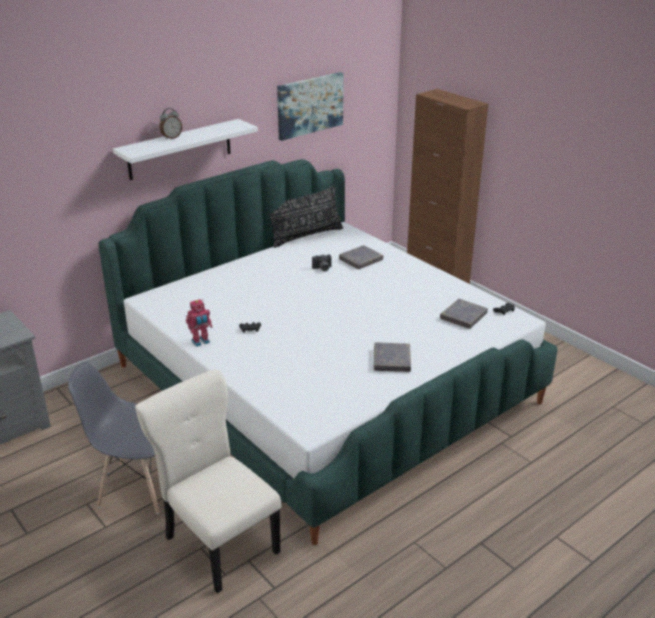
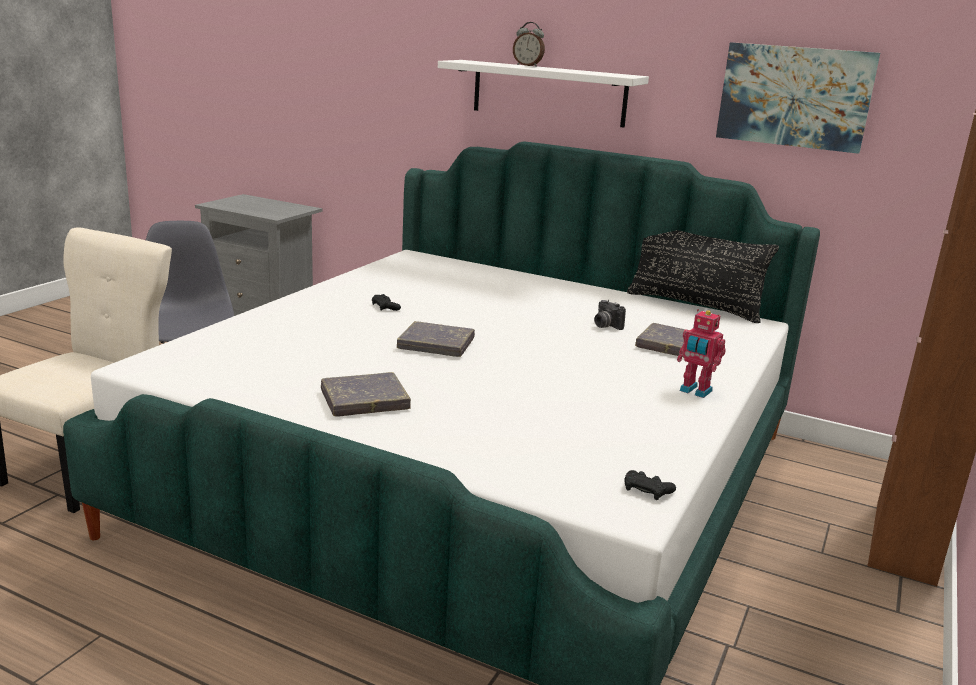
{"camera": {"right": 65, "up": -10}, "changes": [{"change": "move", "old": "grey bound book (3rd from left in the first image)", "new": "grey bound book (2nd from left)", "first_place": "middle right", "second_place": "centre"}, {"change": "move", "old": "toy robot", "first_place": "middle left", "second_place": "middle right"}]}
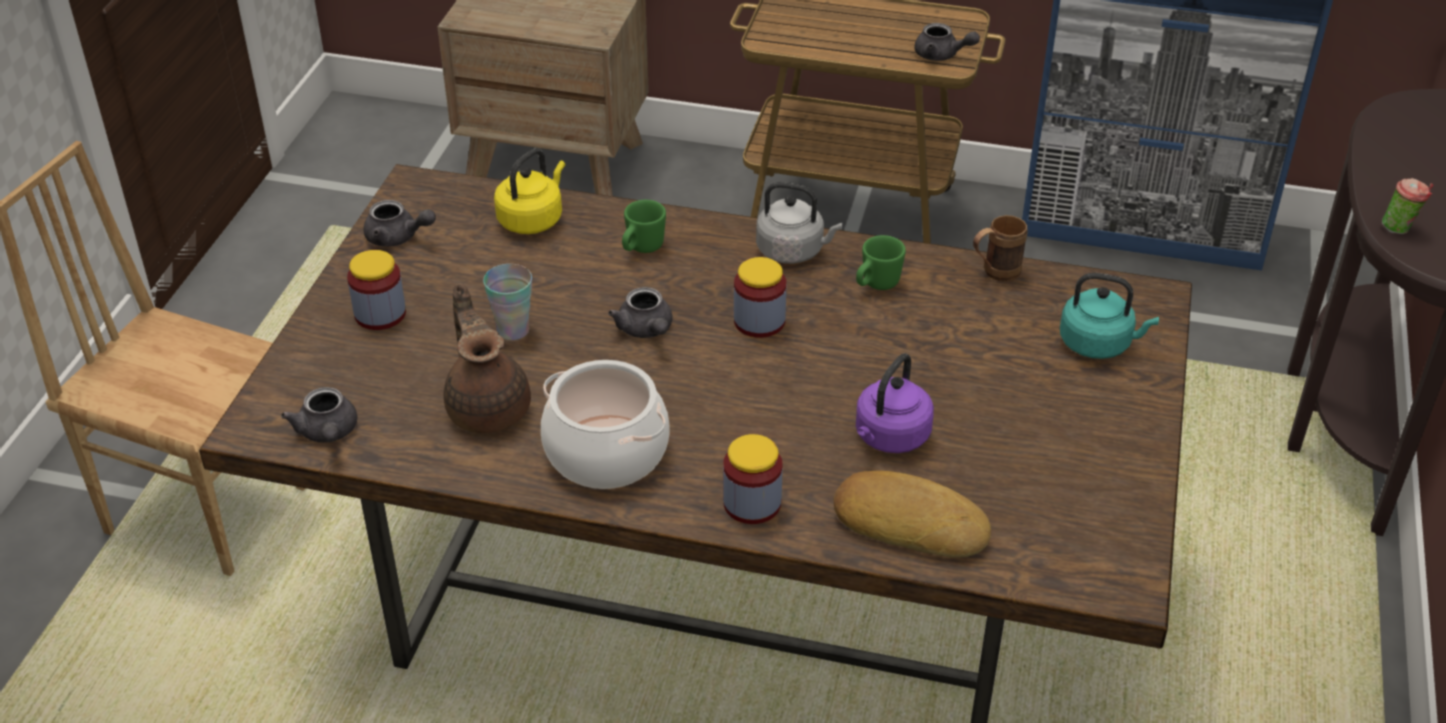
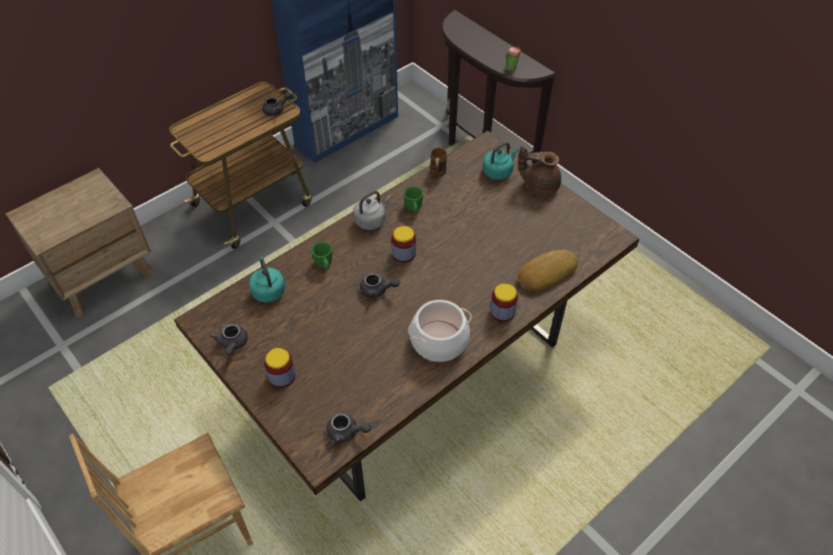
{"camera": {"right": -55, "up": 10}, "changes": [{"change": "rotate", "old": "grey tea pot (2nd from left in the first image)", "first_place": "top left", "second_place": "middle left", "degrees": 120}, {"change": "recolor", "old": "yellow-coloured tea kettle", "new": "turquoise tea kettle (1st from left)", "first_place": "top centre", "second_place": "middle left"}, {"change": "move", "old": "brown tea pot", "first_place": "centre", "second_place": "top centre"}, {"change": "delete", "old": "cup (1st from left)", "first_place": "centre"}, {"change": "delete", "old": "purple-coloured tea kettle", "first_place": "centre"}]}
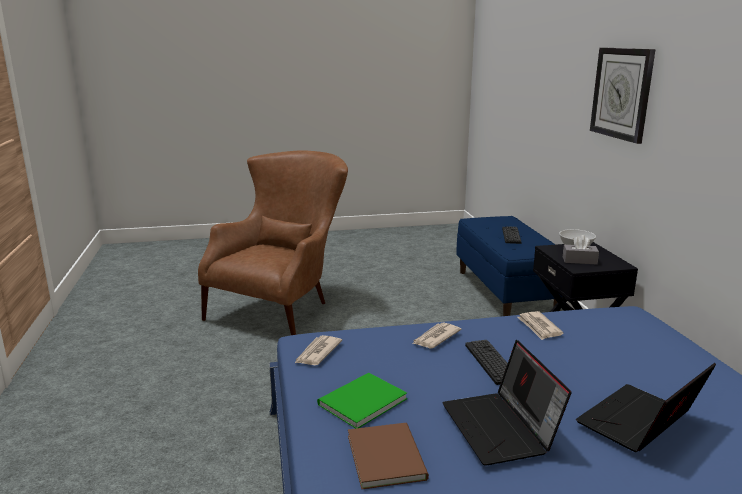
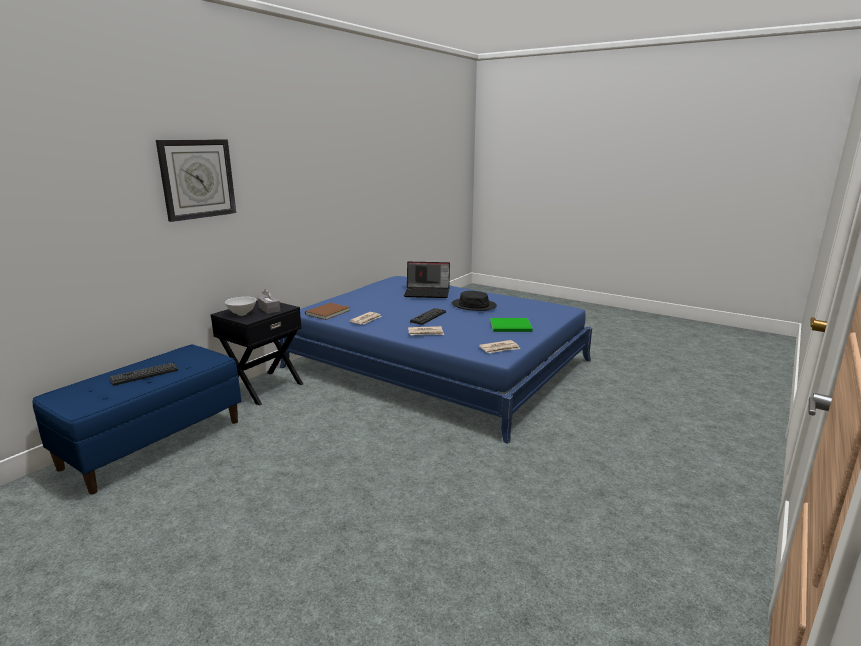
{"camera": {"right": -135, "up": 0}, "changes": [{"change": "move", "old": "brown bound book", "first_place": "bottom centre", "second_place": "centre"}, {"change": "replace", "old": "notebook computer (1st from left)", "new": "black-coloured clothing hat", "first_place": "bottom right", "second_place": "centre"}, {"change": "delete", "old": "brown lounge chair", "first_place": "centre"}]}
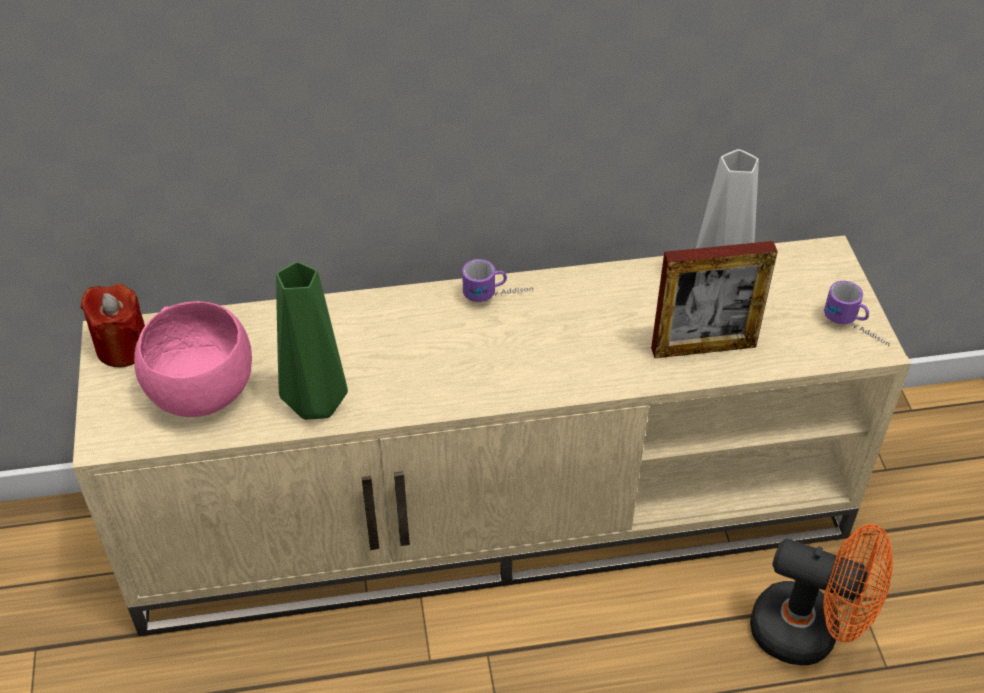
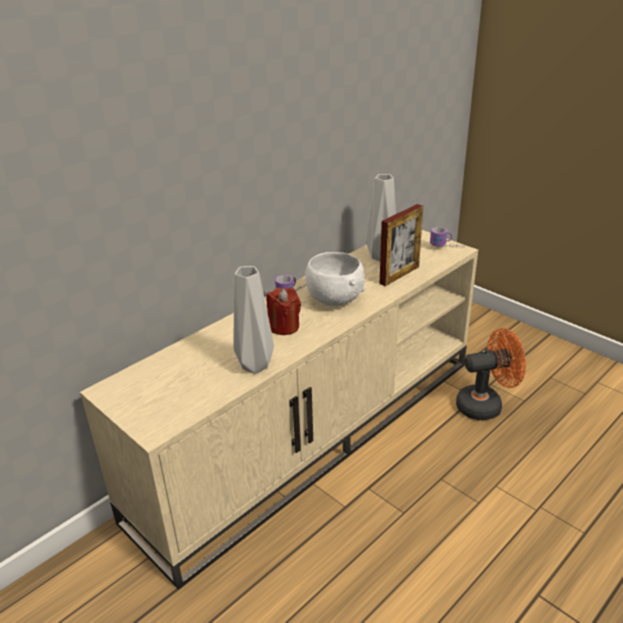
{"camera": {"right": -35, "up": -15}, "changes": [{"change": "recolor", "old": "green vase", "new": "grey vase (1st from left)", "first_place": "middle left", "second_place": "centre"}, {"change": "move", "old": "red-coloured candle", "first_place": "middle left", "second_place": "centre"}, {"change": "insert", "new": "white-coloured serving bowl", "second_place": "centre"}, {"change": "delete", "old": "pink-coloured serving bowl", "first_place": "middle left"}]}
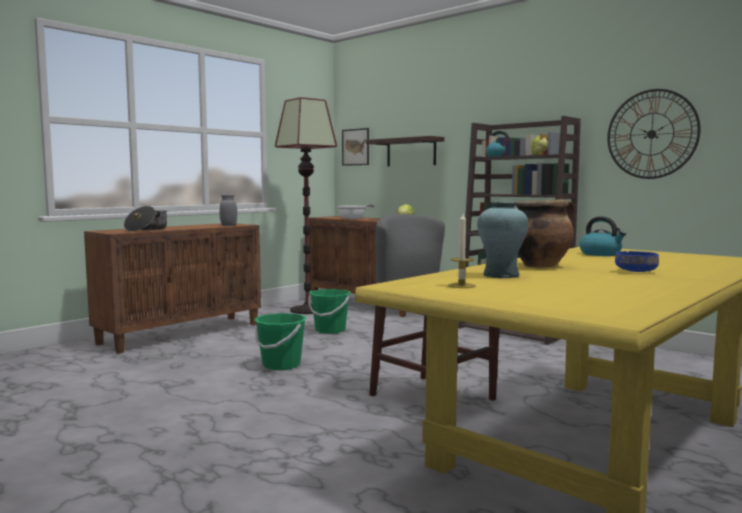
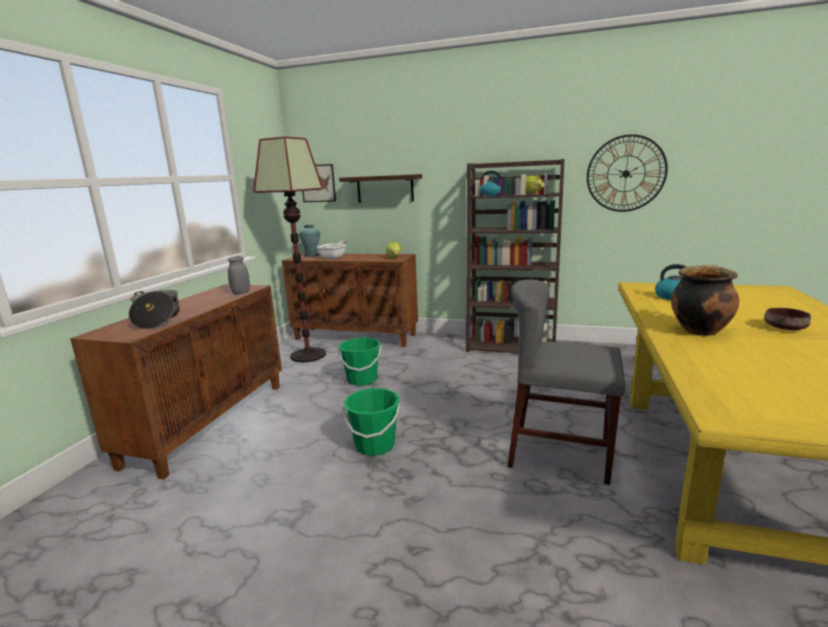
{"camera": {"right": -25, "up": 10}, "changes": [{"change": "move", "old": "turquoise vase", "first_place": "middle right", "second_place": "centre"}, {"change": "recolor", "old": "bluish serving bowl", "new": "brown serving bowl", "first_place": "middle right", "second_place": "middle right"}, {"change": "delete", "old": "candle", "first_place": "centre"}]}
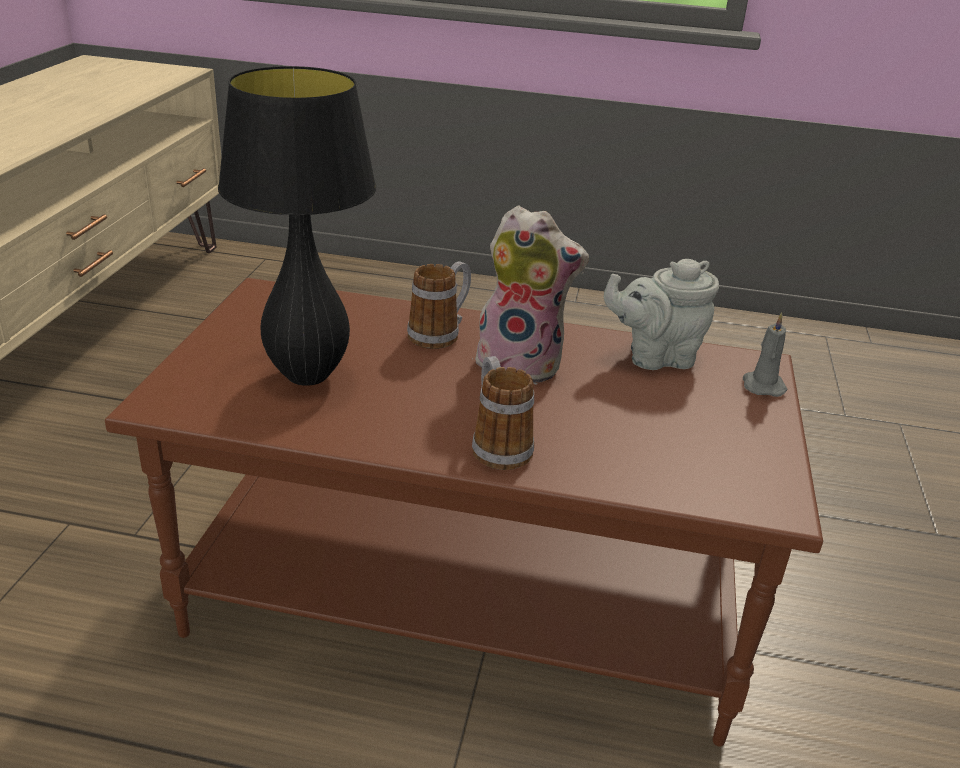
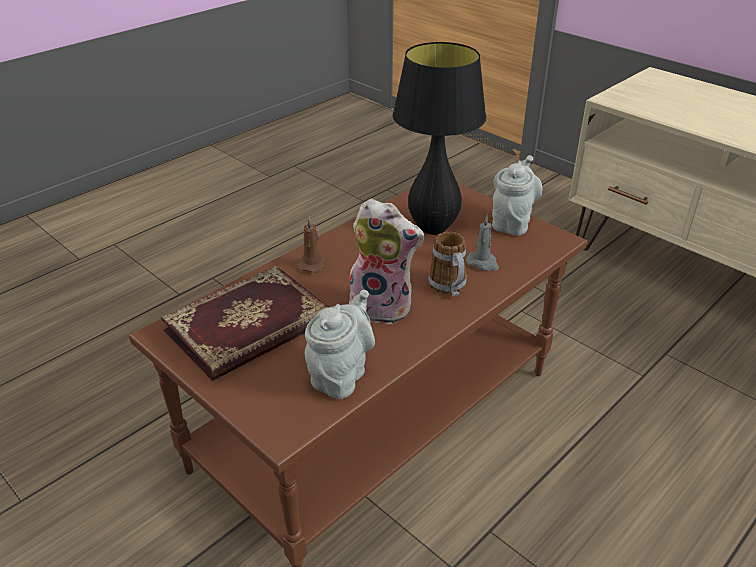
{"camera": {"right": 125, "up": 5}, "changes": [{"change": "insert", "new": "bound book", "second_place": "middle left"}, {"change": "replace", "old": "tea mug (2nd from left)", "new": "brown candle", "first_place": "centre", "second_place": "centre"}, {"change": "rotate", "old": "cuddly toy", "first_place": "centre", "second_place": "centre", "degrees": -120}, {"change": "move", "old": "grey candle", "first_place": "middle right", "second_place": "centre"}, {"change": "insert", "new": "grey tea pot (2nd from left)", "second_place": "middle right"}]}
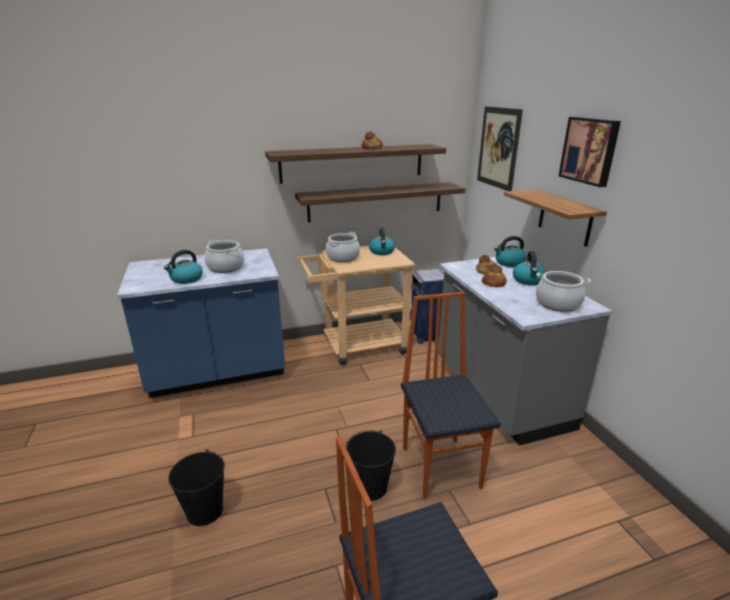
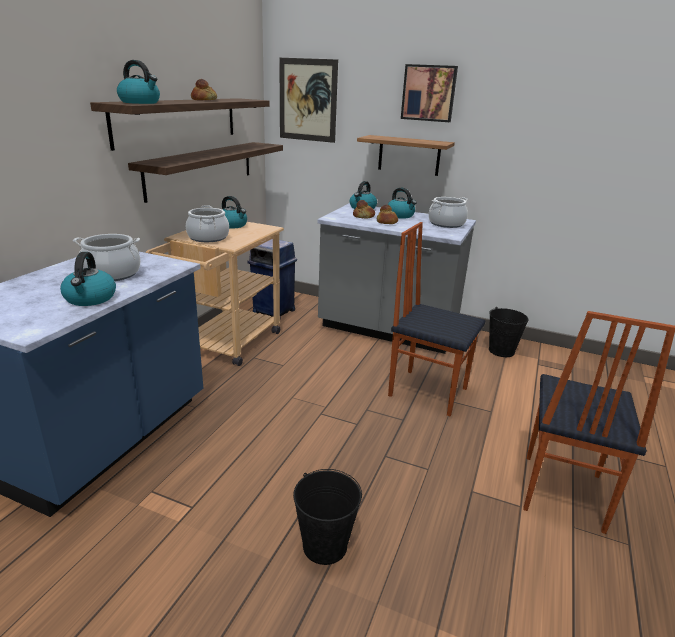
{"camera": {"right": -50, "up": 0}, "changes": [{"change": "insert", "new": "tea kettle (2nd from left)", "second_place": "top left"}, {"change": "move", "old": "black-coloured bucket (2nd from left)", "first_place": "bottom centre", "second_place": "middle right"}]}
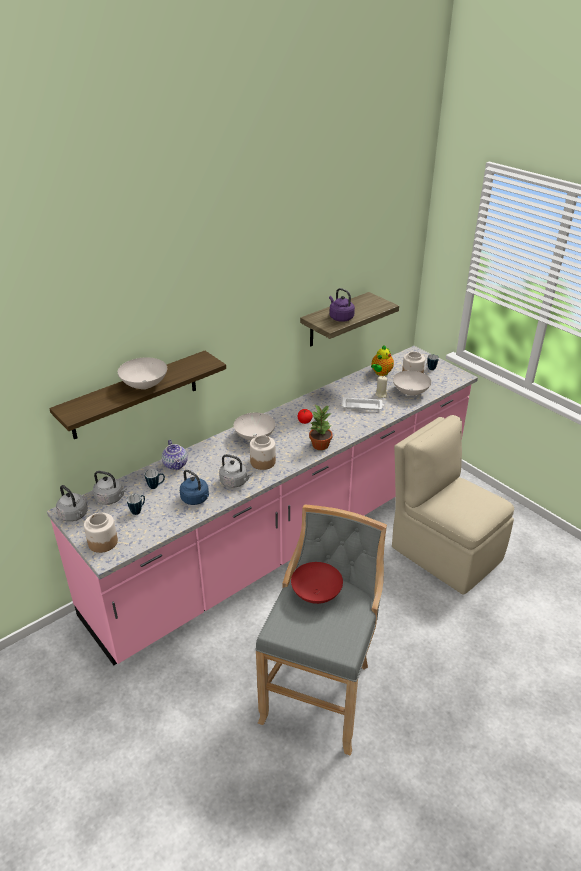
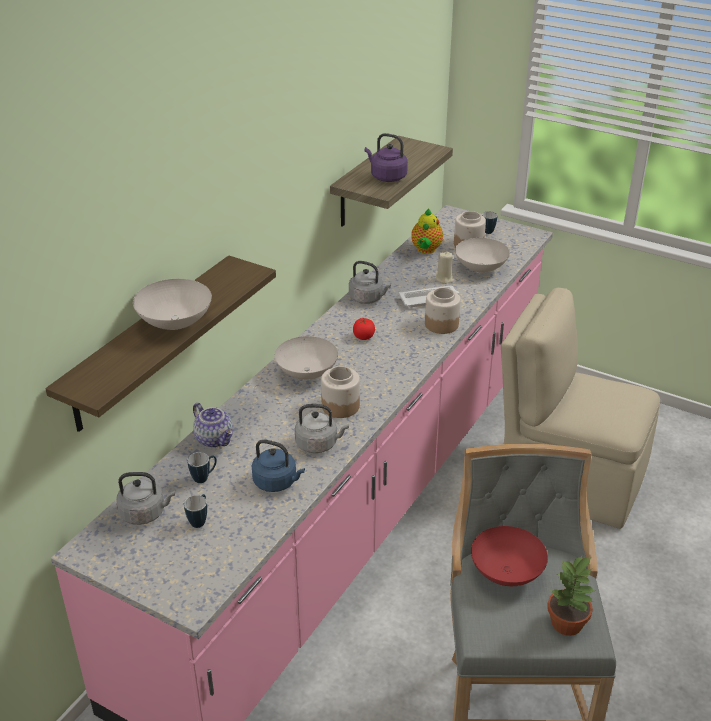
{"camera": {"right": -20, "up": 0}, "changes": [{"change": "move", "old": "grey tea kettle (1st from left in the first image)", "new": "grey tea kettle (3rd from left)", "first_place": "middle left", "second_place": "centre"}, {"change": "move", "old": "storage jar (1st from left in the first image)", "new": "storage jar (2nd from left)", "first_place": "middle left", "second_place": "centre"}, {"change": "move", "old": "potted plant", "first_place": "centre", "second_place": "bottom right"}]}
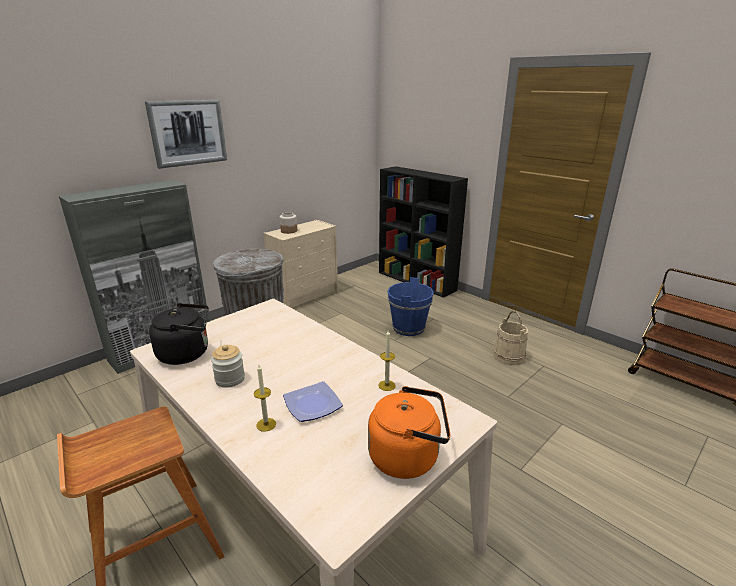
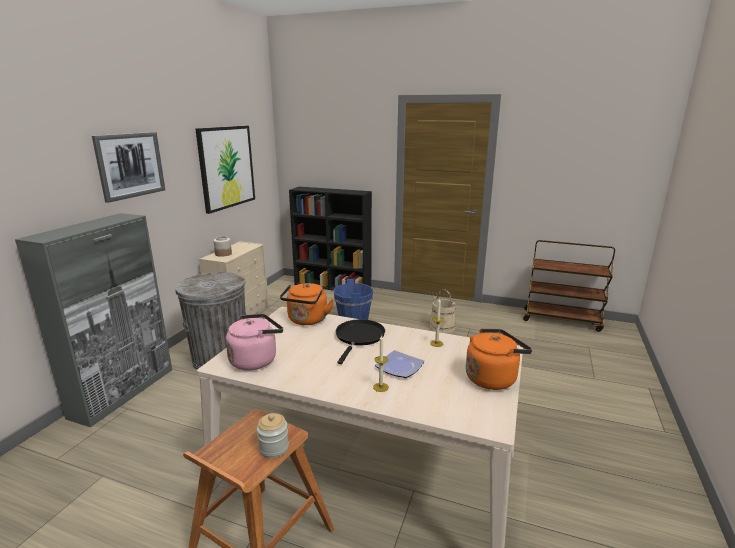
{"camera": {"right": -25, "up": -5}, "changes": [{"change": "insert", "new": "wall art (2nd from left)", "second_place": "top left"}, {"change": "recolor", "old": "black-coloured tea kettle", "new": "pink-coloured tea kettle", "first_place": "middle left", "second_place": "centre"}, {"change": "move", "old": "storage jar (1st from left in the first image)", "new": "storage jar (2nd from left)", "first_place": "middle left", "second_place": "bottom centre"}, {"change": "insert", "new": "orangey tea kettle (1st from left)", "second_place": "centre"}, {"change": "insert", "new": "black-coloured skillet", "second_place": "centre"}]}
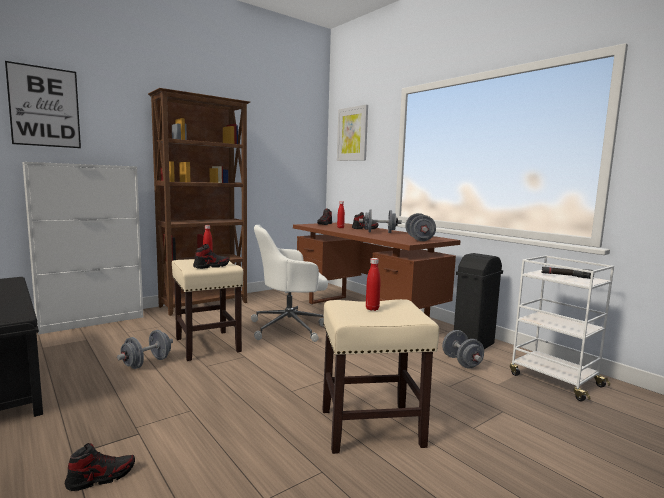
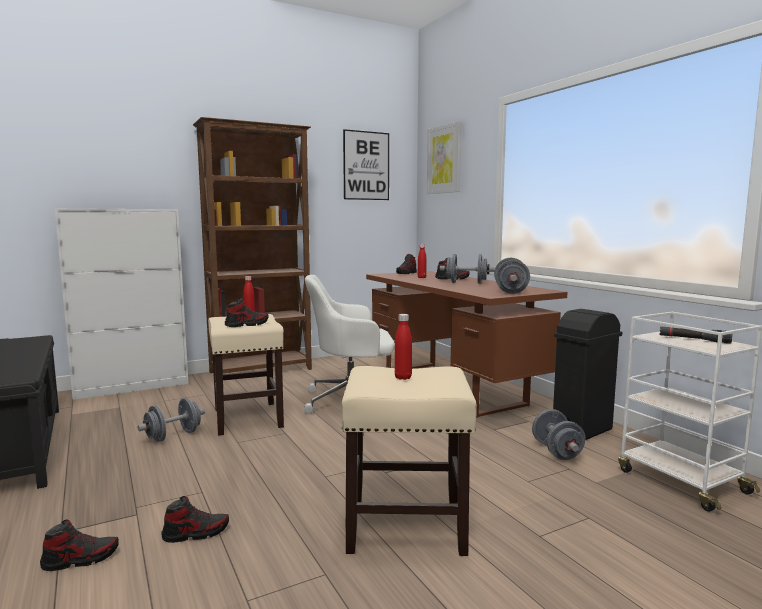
{"camera": {"right": 10, "up": 0}, "changes": [{"change": "insert", "new": "low shoe (2nd from left)", "second_place": "bottom left"}, {"change": "move", "old": "wall art (1st from left)", "first_place": "top left", "second_place": "top centre"}]}
